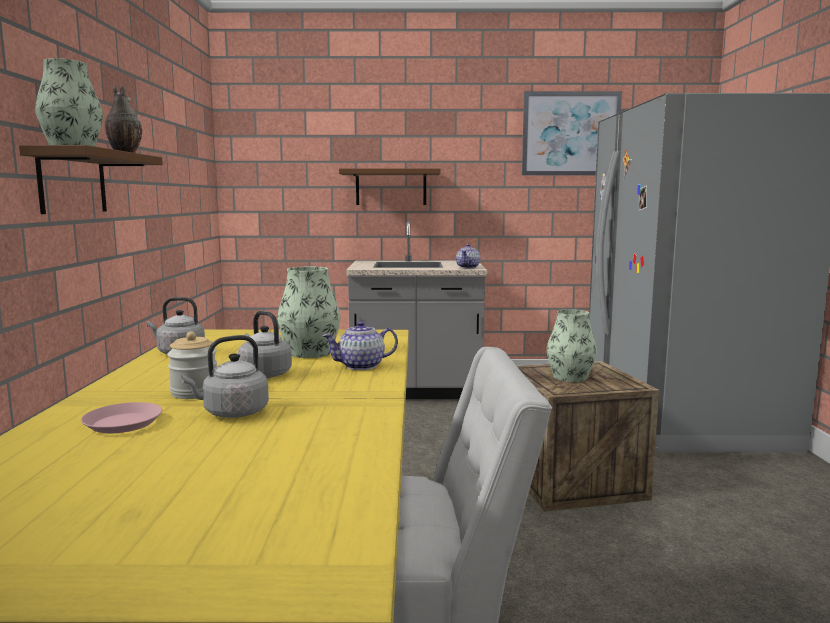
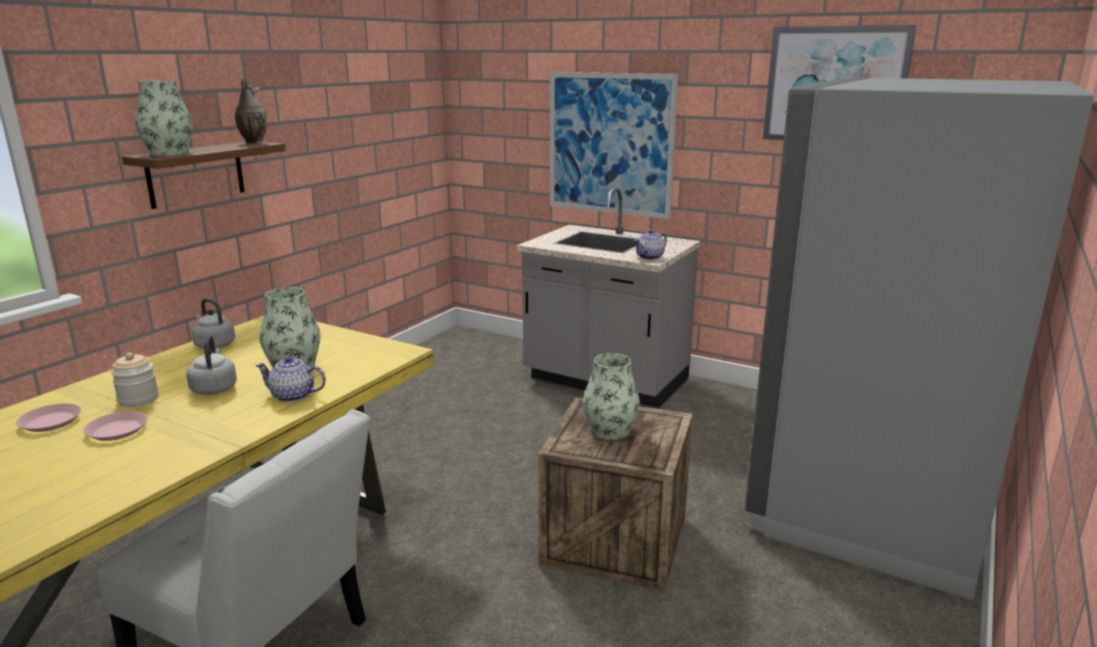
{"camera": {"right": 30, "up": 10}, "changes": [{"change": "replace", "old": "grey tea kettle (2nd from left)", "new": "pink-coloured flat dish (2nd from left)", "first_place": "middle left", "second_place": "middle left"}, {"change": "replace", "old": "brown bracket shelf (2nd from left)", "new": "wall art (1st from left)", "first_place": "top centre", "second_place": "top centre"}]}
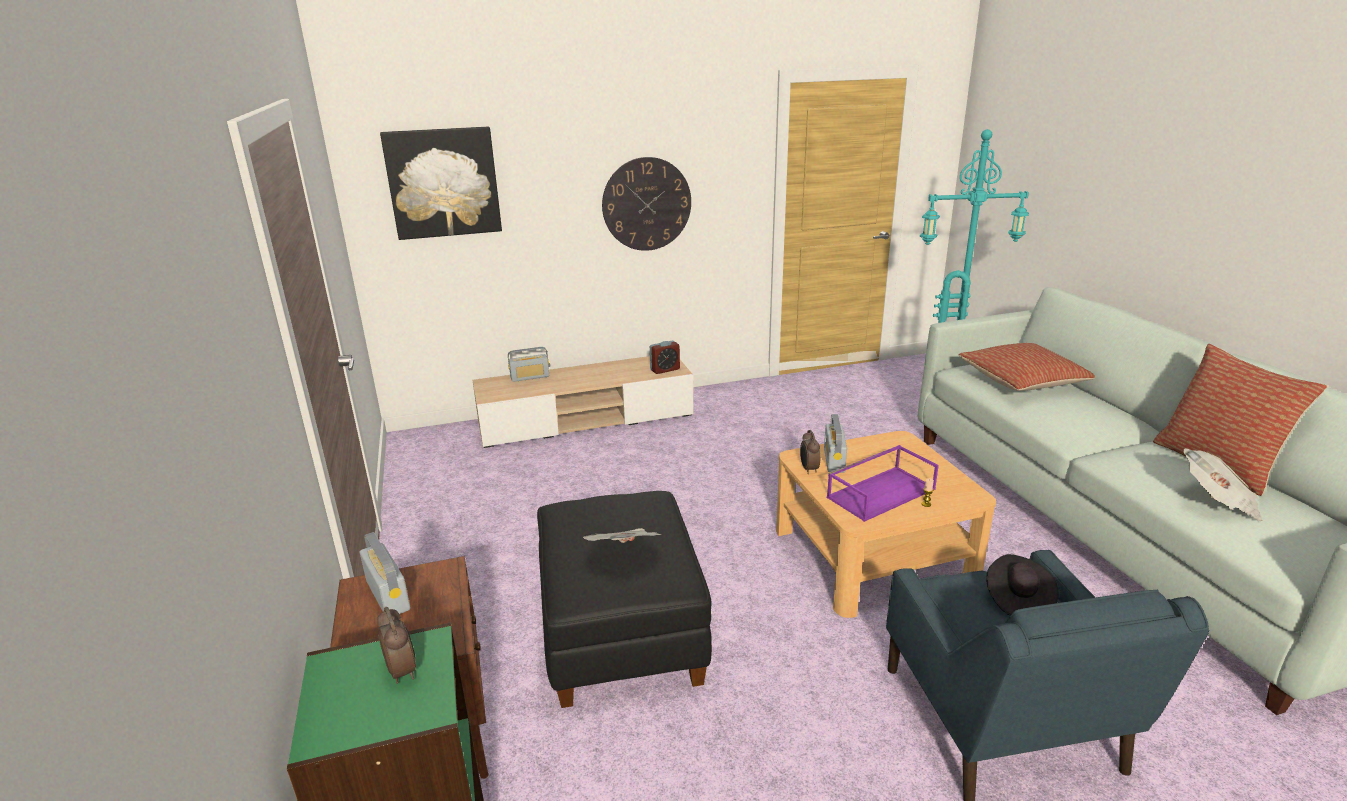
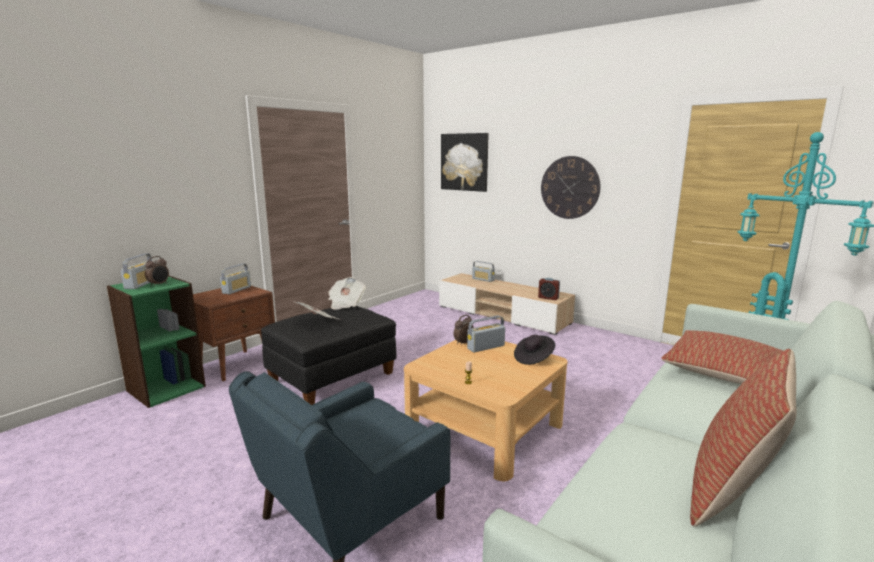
{"camera": {"right": 55, "up": -10}, "changes": [{"change": "insert", "new": "radio receiver (1st from left)", "second_place": "middle left"}, {"change": "move", "old": "printed paper (2nd from left)", "first_place": "middle right", "second_place": "centre"}, {"change": "move", "old": "black-coloured clothing hat", "first_place": "bottom right", "second_place": "centre"}, {"change": "delete", "old": "purple-coloured carrying tray", "first_place": "centre"}]}
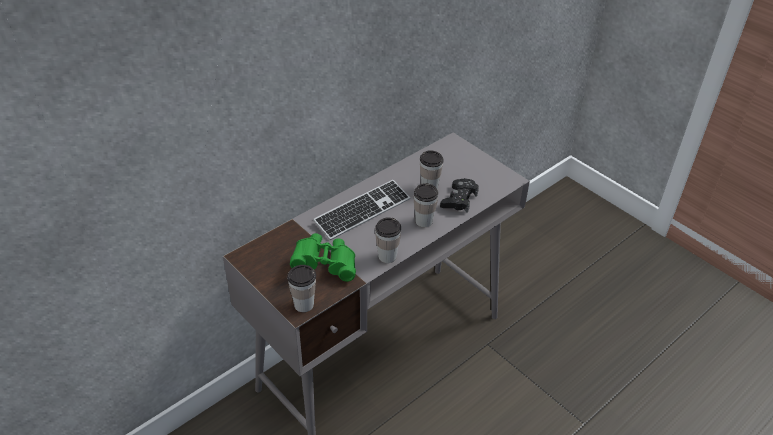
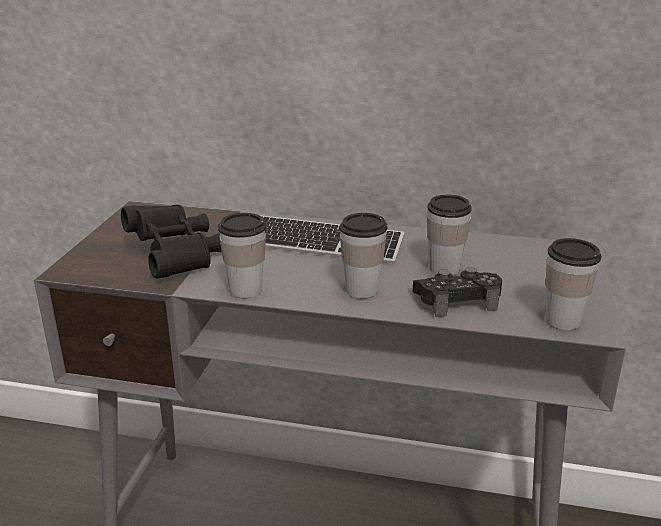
{"camera": {"right": 55, "up": -15}, "changes": [{"change": "recolor", "old": "green binoculars", "new": "black-coloured binoculars", "first_place": "centre", "second_place": "middle left"}, {"change": "move", "old": "cup (1st from left in the first image)", "new": "cup (4th from left)", "first_place": "centre", "second_place": "middle right"}]}
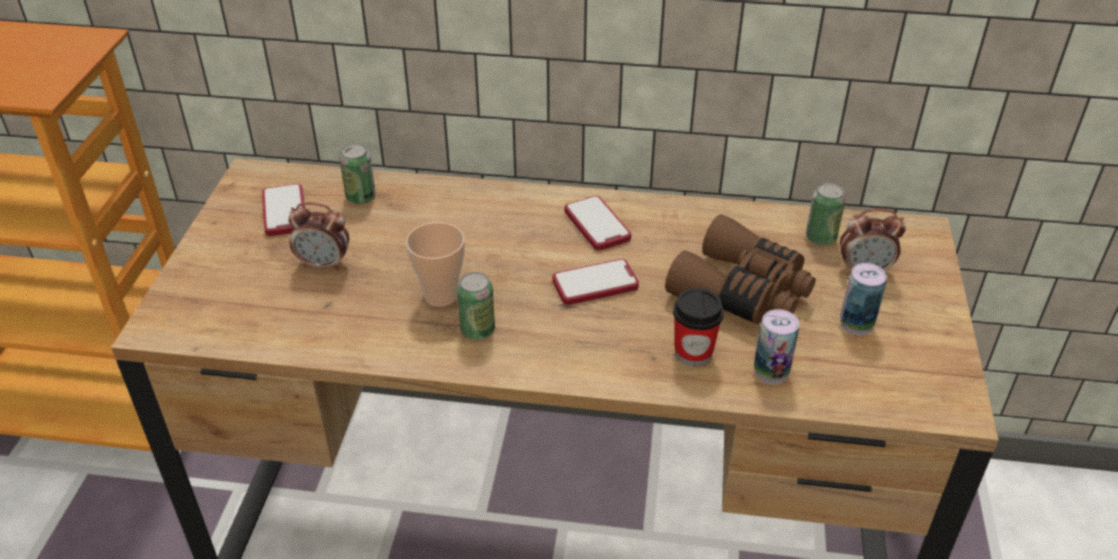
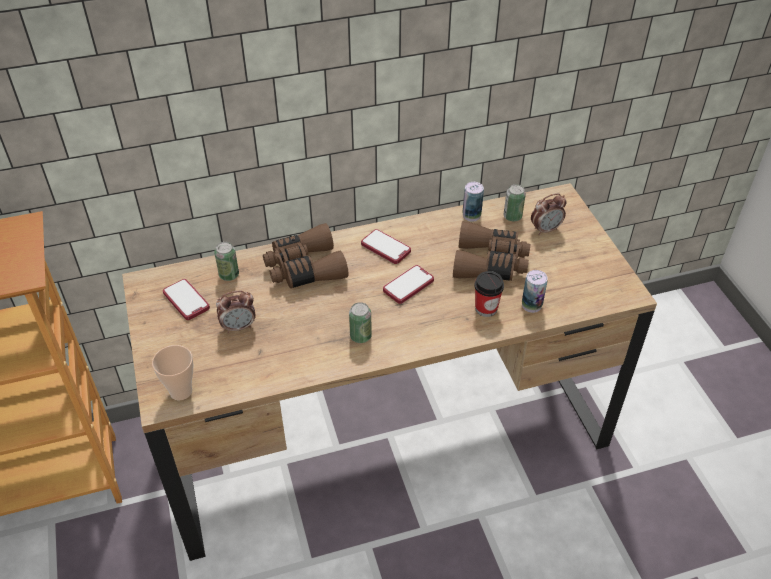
{"camera": {"right": -25, "up": 5}, "changes": [{"change": "move", "old": "cup (1st from left)", "first_place": "centre", "second_place": "middle left"}, {"change": "insert", "new": "brown binoculars (1st from left)", "second_place": "centre"}, {"change": "move", "old": "sealed can (5th from left in the first image)", "new": "sealed can (3rd from left)", "first_place": "middle right", "second_place": "centre"}]}
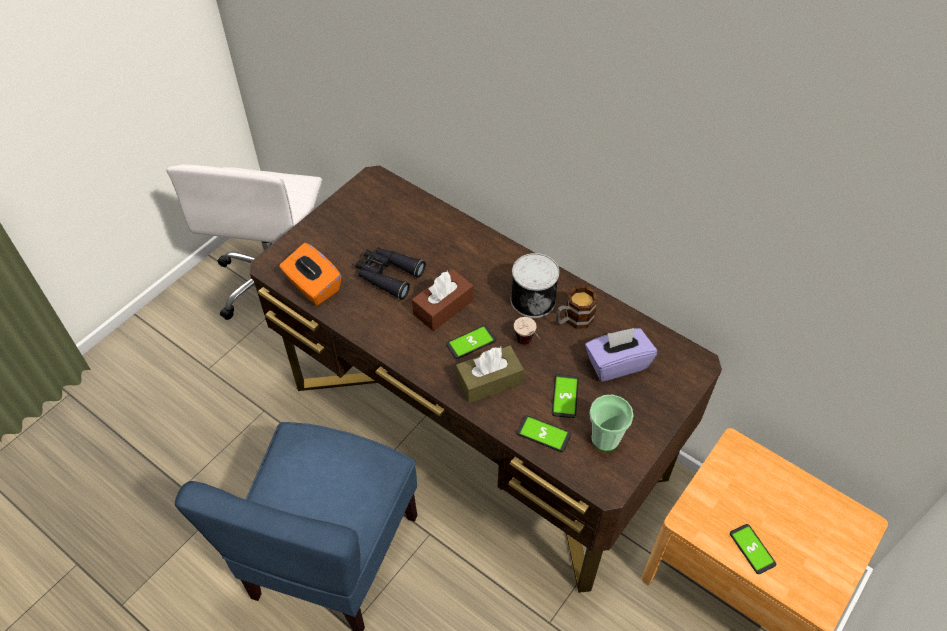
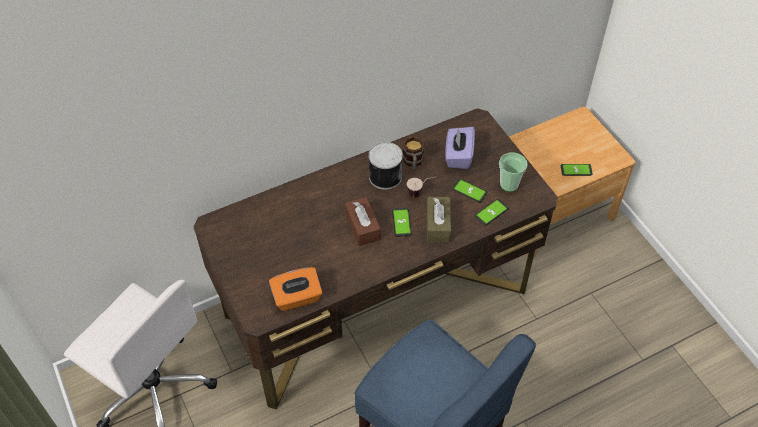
{"camera": {"right": -65, "up": 0}, "changes": [{"change": "delete", "old": "black-coloured binoculars", "first_place": "centre"}]}
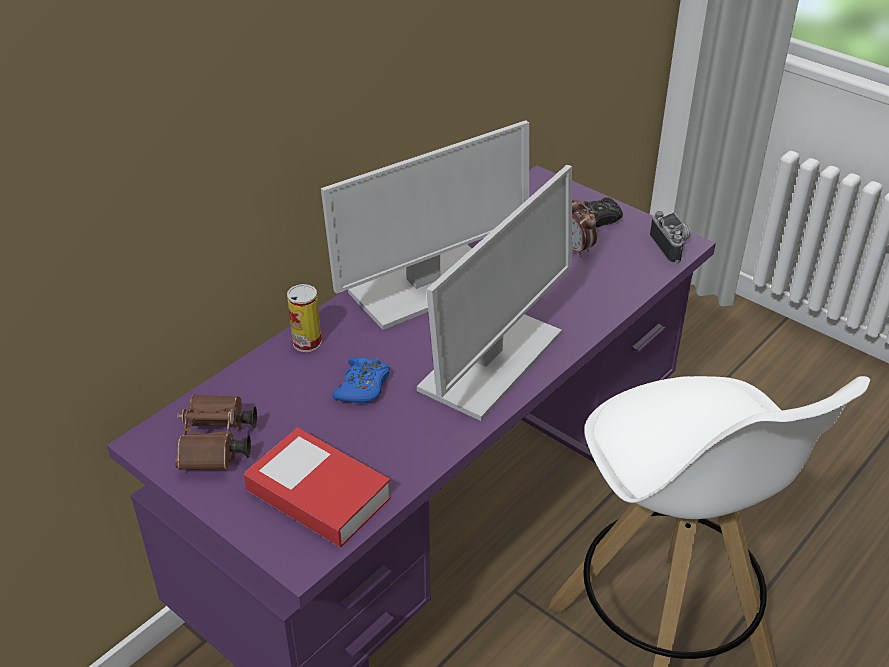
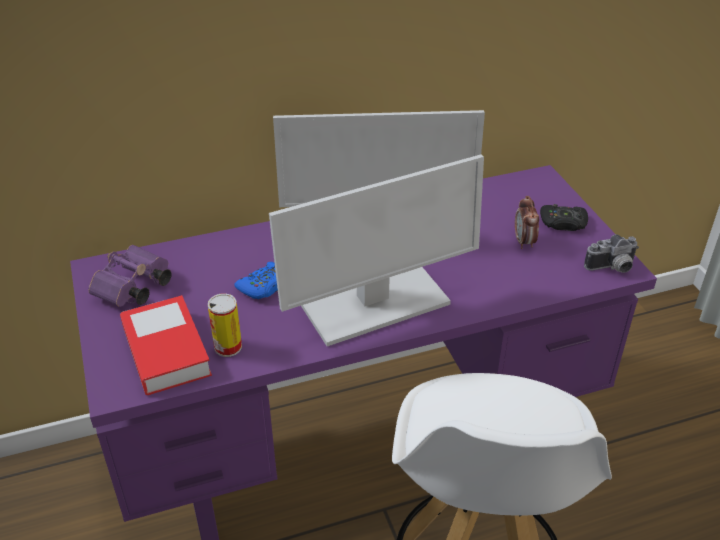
{"camera": {"right": 30, "up": 0}, "changes": [{"change": "recolor", "old": "brown binoculars", "new": "purple-coloured binoculars", "first_place": "middle left", "second_place": "middle left"}, {"change": "move", "old": "sealed can", "first_place": "centre", "second_place": "middle left"}, {"change": "rotate", "old": "photo camera", "first_place": "middle right", "second_place": "middle right", "degrees": 60}]}
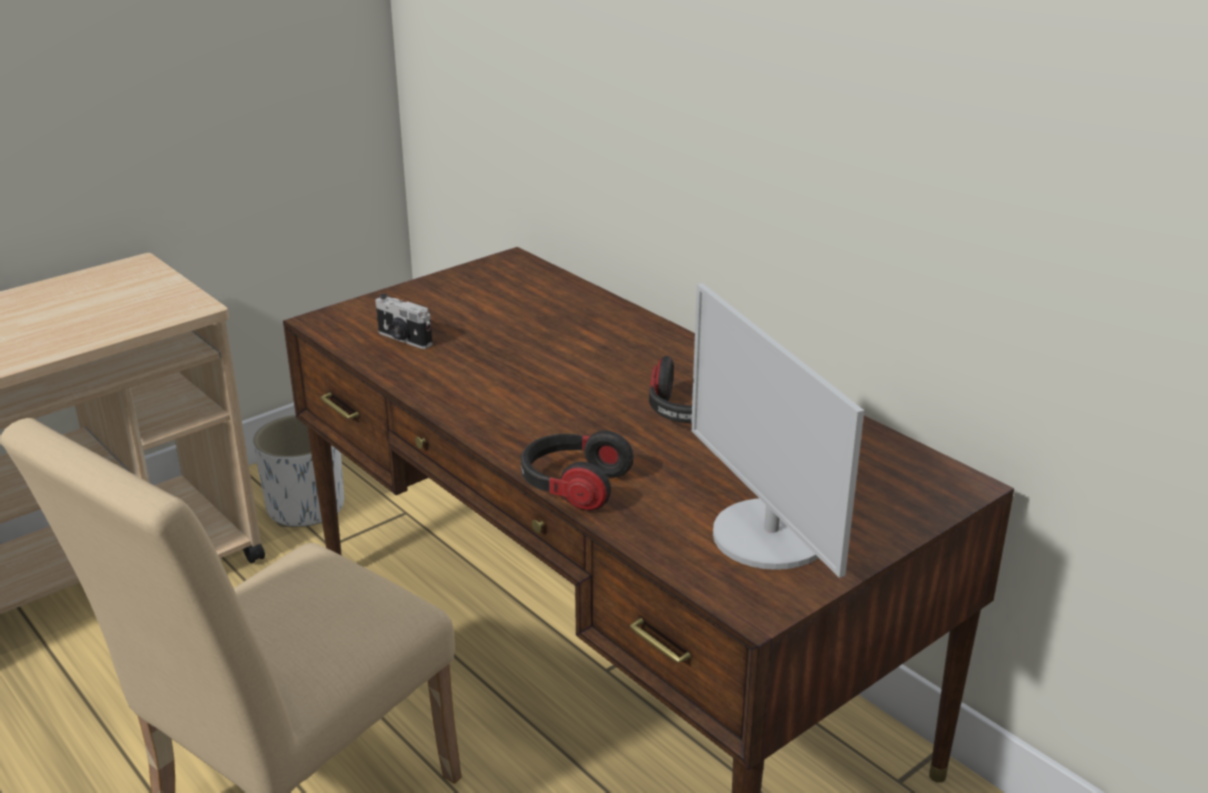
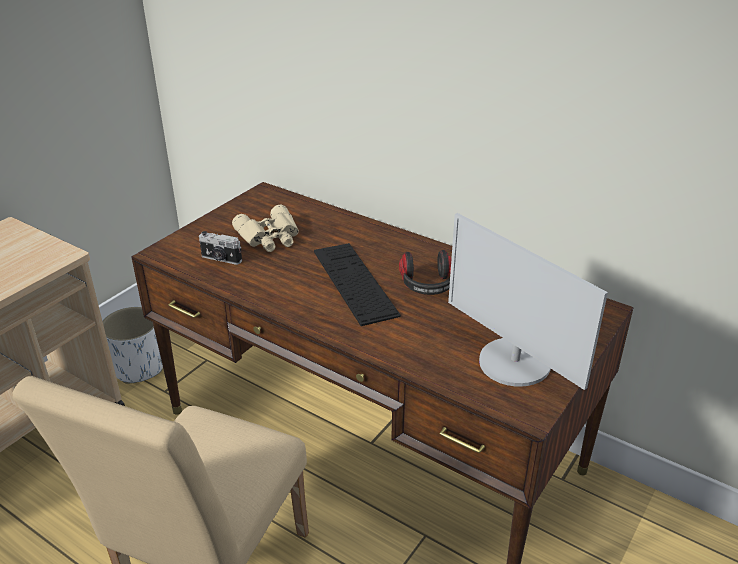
{"camera": {"right": -15, "up": 5}, "changes": [{"change": "insert", "new": "beige binoculars", "second_place": "centre"}, {"change": "insert", "new": "computer keyboard", "second_place": "centre"}, {"change": "delete", "old": "pair of headphones (1st from left)", "first_place": "centre"}]}
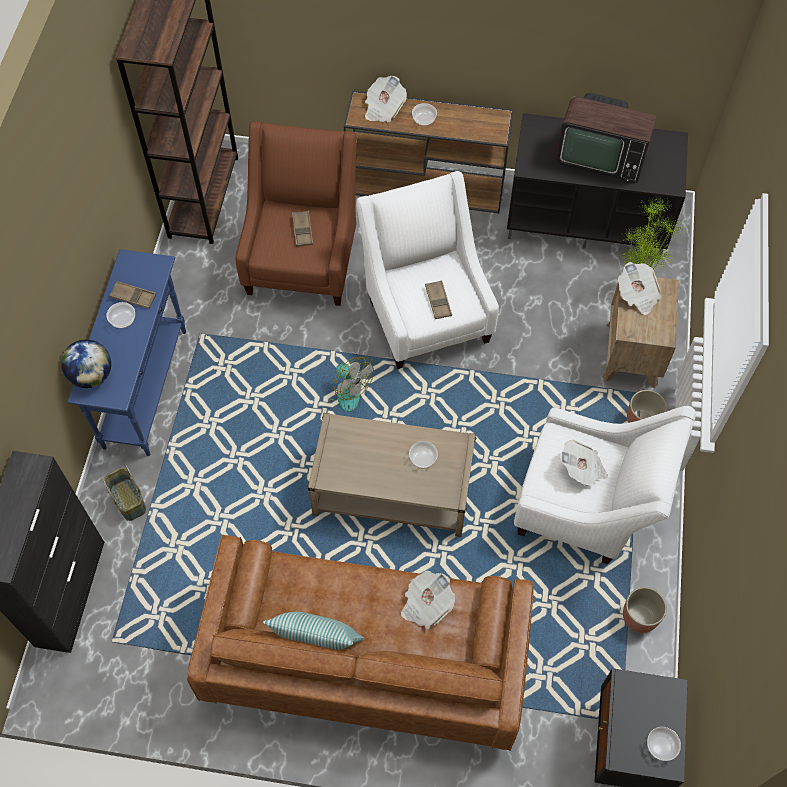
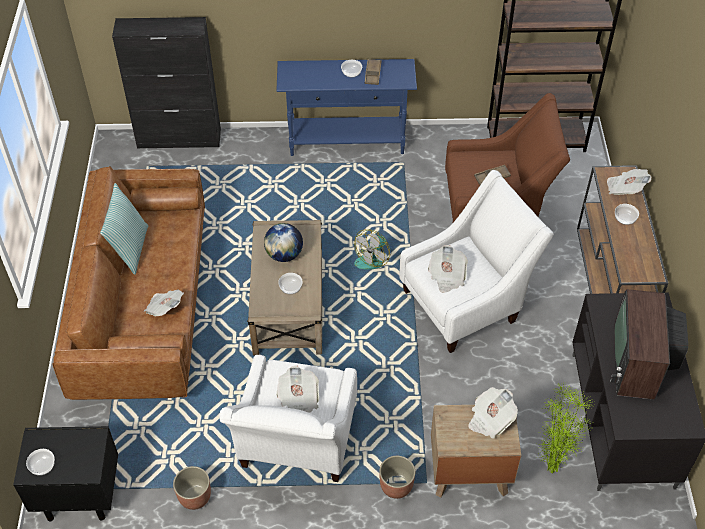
{"camera": {"right": 80, "up": -10}, "changes": [{"change": "move", "old": "desk globe", "first_place": "middle left", "second_place": "centre"}, {"change": "replace", "old": "brown carrying tray (3rd from left)", "new": "printed paper (3rd from left)", "first_place": "centre", "second_place": "centre"}, {"change": "delete", "old": "basket", "first_place": "middle left"}]}
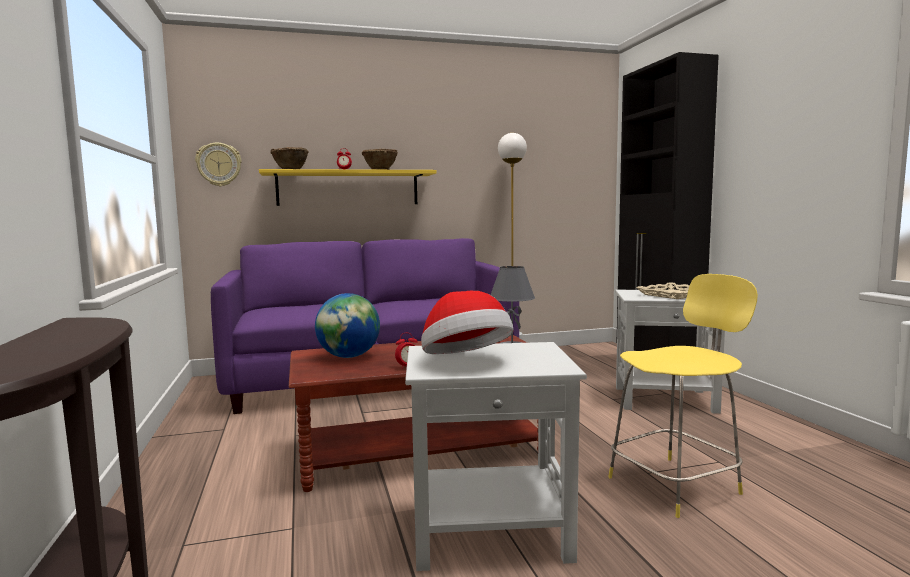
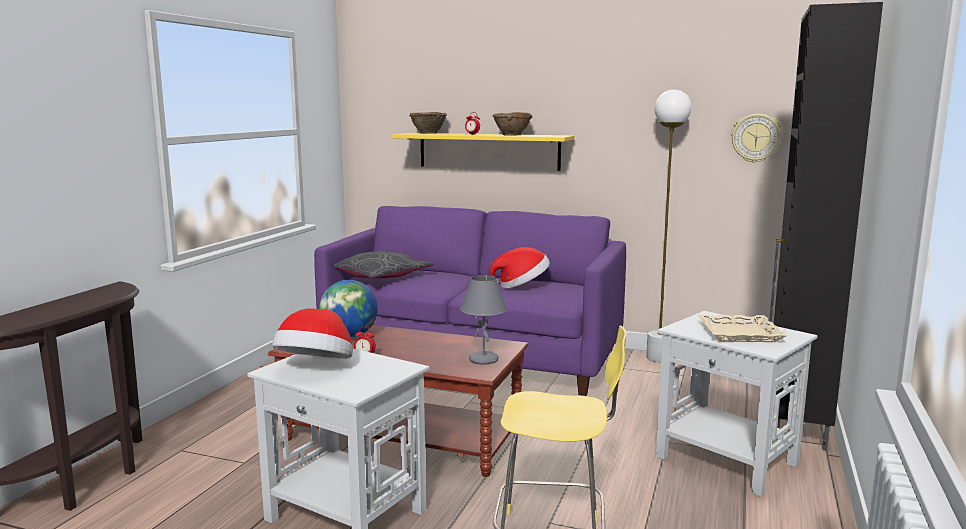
{"camera": {"right": 35, "up": 5}, "changes": [{"change": "insert", "new": "grey pillow", "second_place": "centre"}, {"change": "insert", "new": "clothing hat (2nd from left)", "second_place": "centre"}, {"change": "move", "old": "wall clock", "first_place": "top left", "second_place": "top right"}]}
